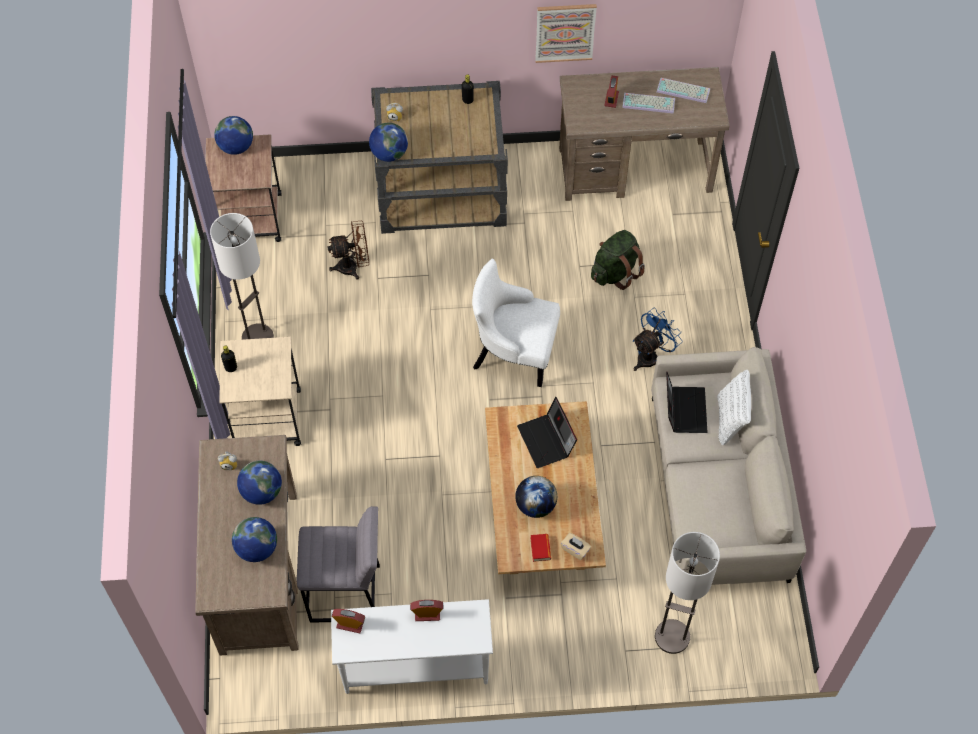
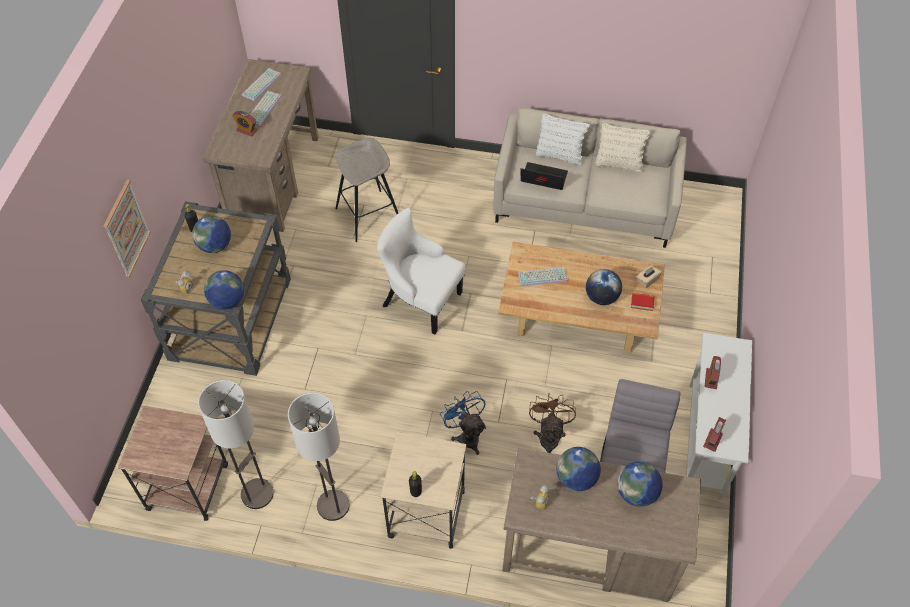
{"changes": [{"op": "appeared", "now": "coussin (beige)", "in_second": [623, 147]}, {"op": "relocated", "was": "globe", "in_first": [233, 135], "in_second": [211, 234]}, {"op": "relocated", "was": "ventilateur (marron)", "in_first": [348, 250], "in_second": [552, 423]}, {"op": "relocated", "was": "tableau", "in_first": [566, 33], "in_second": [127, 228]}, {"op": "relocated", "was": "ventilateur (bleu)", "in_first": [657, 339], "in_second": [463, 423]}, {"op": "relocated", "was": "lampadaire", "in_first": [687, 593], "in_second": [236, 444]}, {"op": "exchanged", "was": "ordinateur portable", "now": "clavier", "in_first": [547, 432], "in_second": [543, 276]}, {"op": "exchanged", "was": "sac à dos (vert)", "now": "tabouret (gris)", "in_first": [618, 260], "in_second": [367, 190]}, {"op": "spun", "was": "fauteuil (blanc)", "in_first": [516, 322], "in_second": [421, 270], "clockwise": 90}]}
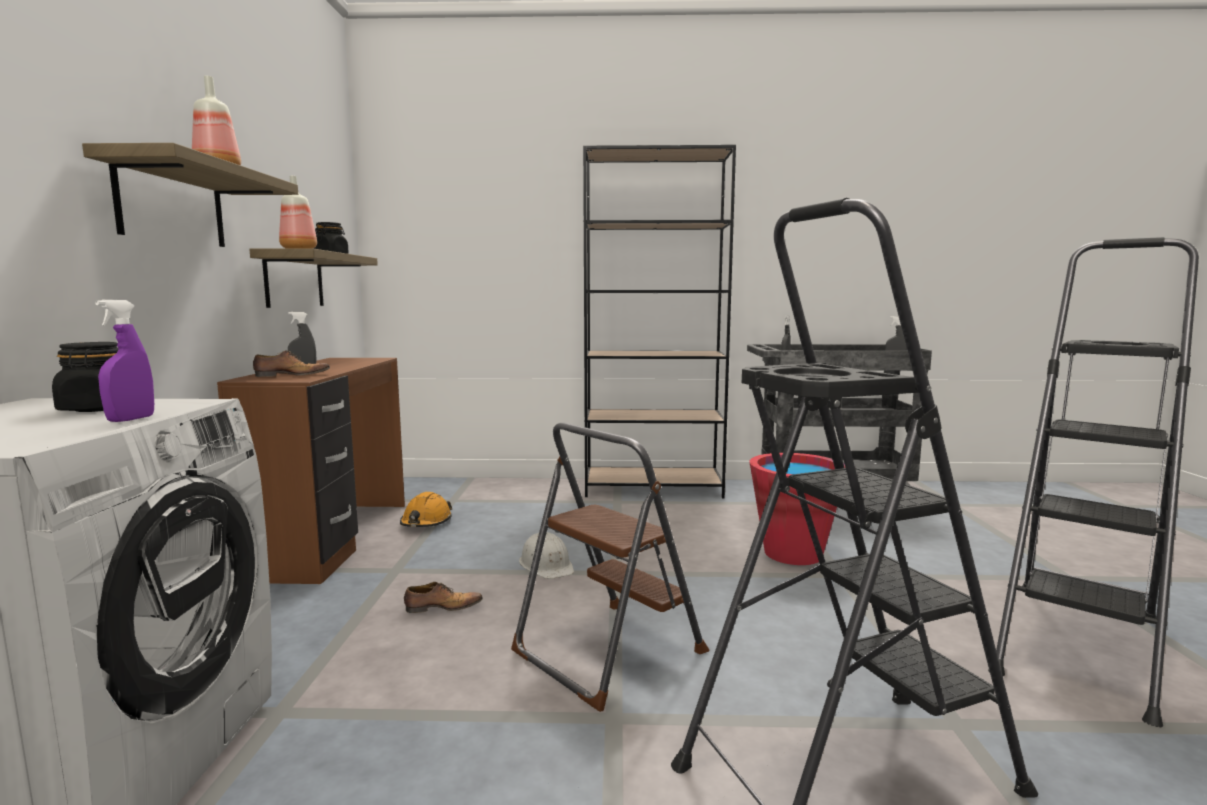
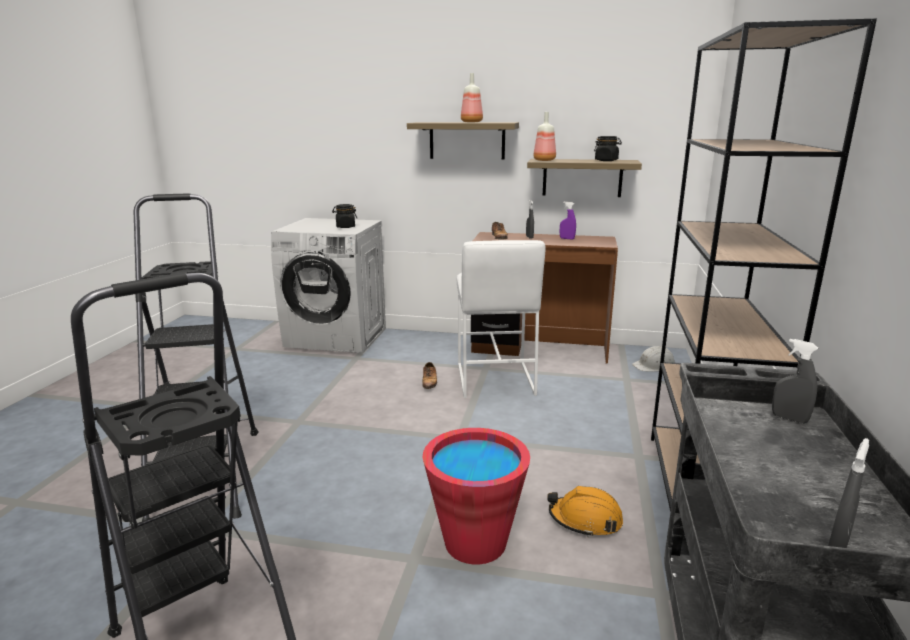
{"changes": [{"op": "missing", "was": "escabeau (marron)", "in_first": [610, 567]}, {"op": "appeared", "now": "tabouret (blanc)", "in_second": [501, 319]}, {"op": "relocated", "was": "vaporisateur (violet)", "in_first": [124, 361], "in_second": [568, 220]}, {"op": "relocated", "was": "casque de chantier (orange)", "in_first": [426, 509], "in_second": [585, 511]}, {"op": "relocated", "was": "casque de chantier (blanc)", "in_first": [546, 555], "in_second": [653, 359]}]}
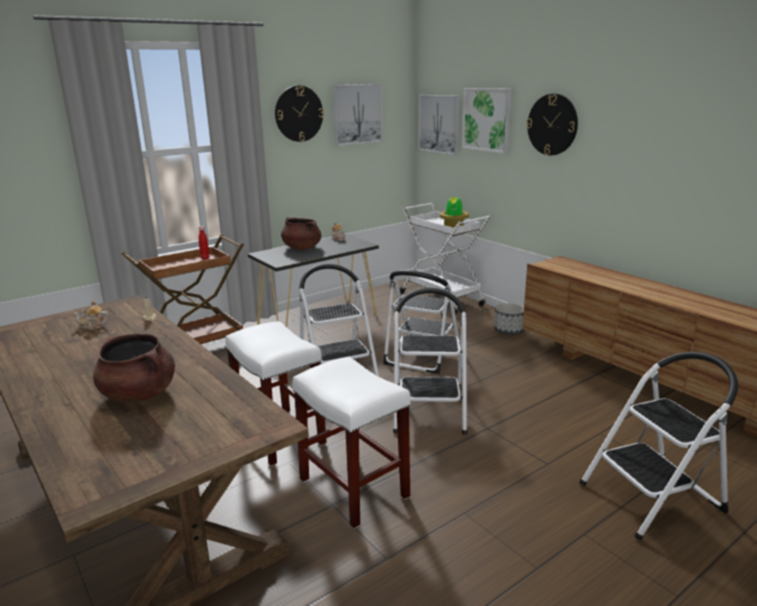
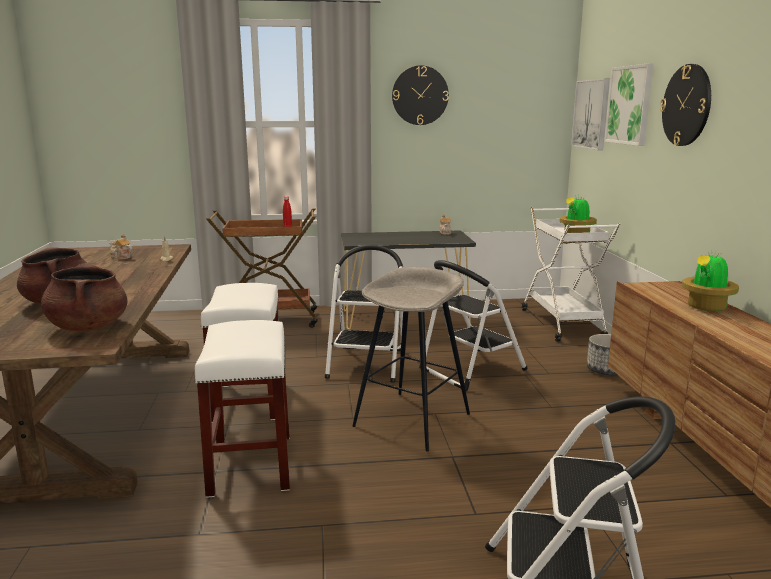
{"changes": [{"op": "missing", "was": "tableau", "in_first": [357, 115]}, {"op": "appeared", "now": "plante en pot", "in_second": [710, 281]}, {"op": "relocated", "was": "marmite (marron)", "in_first": [301, 233], "in_second": [84, 297]}, {"op": "exchanged", "was": "escabeau", "now": "tabouret (gris)", "in_first": [430, 361], "in_second": [411, 359]}]}
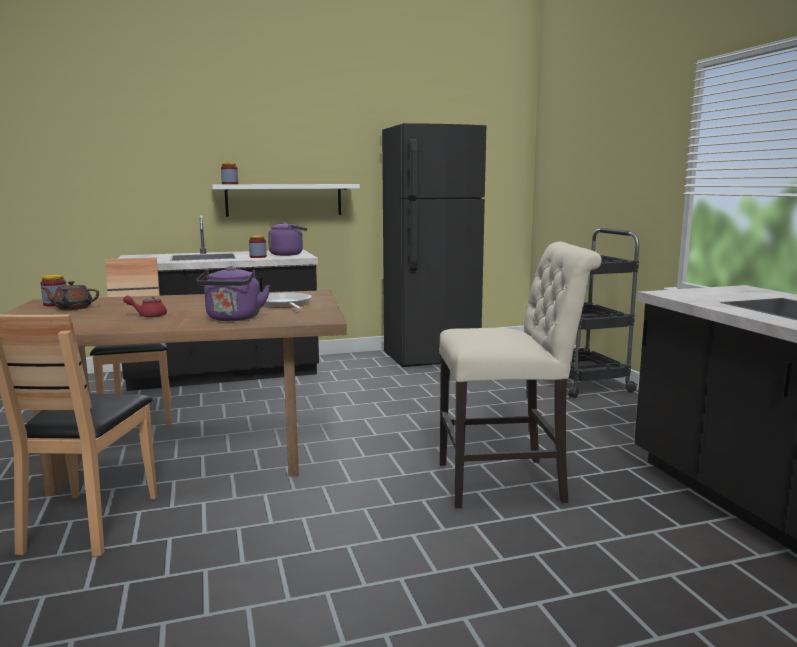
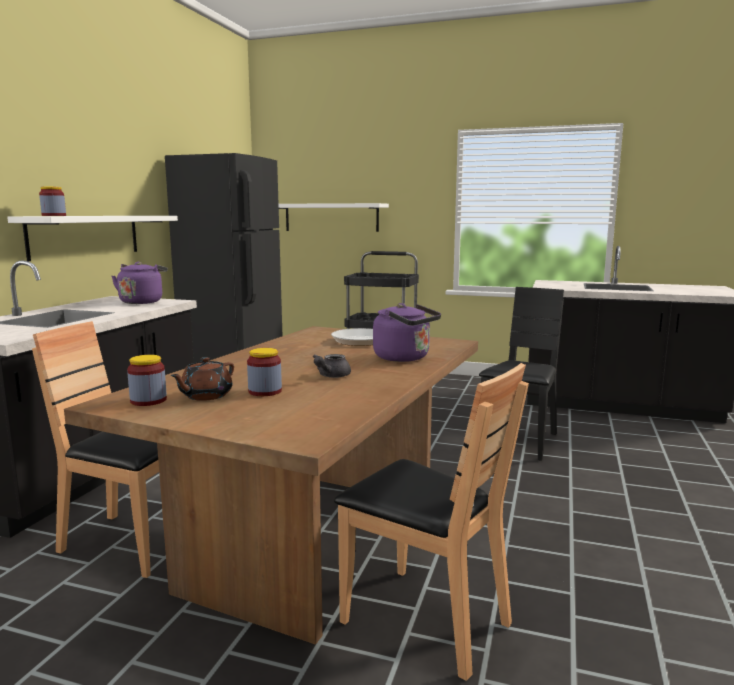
{"changes": [{"op": "appeared", "now": "étagère (blanc)", "in_second": [334, 217]}, {"op": "relocated", "was": "bocal", "in_first": [258, 246], "in_second": [264, 372]}, {"op": "exchanged", "was": "tabouret (beige)", "now": "chaise (noir)", "in_first": [520, 375], "in_second": [521, 374]}, {"op": "colour", "was": "théière (rouge)", "now": "théière (gris)", "in_first": [145, 306], "in_second": [332, 366]}]}
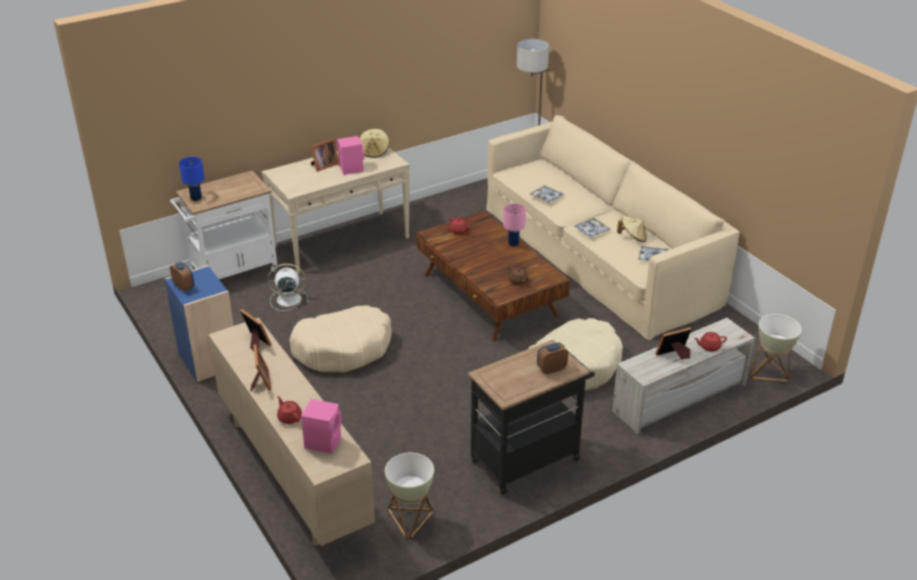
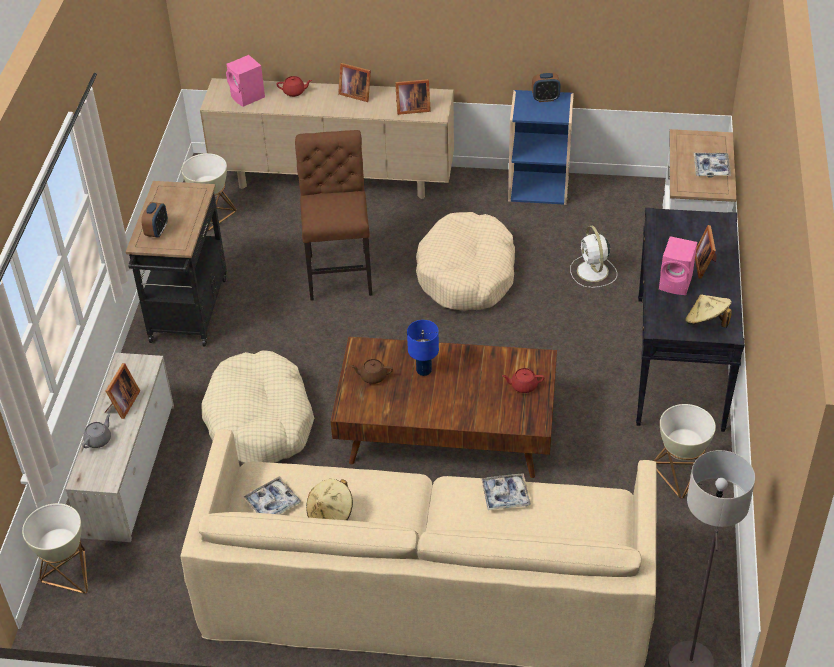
{"changes": [{"op": "missing", "was": "lampe de table (rose)", "in_first": [514, 224]}, {"op": "appeared", "now": "tabouret (marron)", "in_second": [333, 215]}, {"op": "appeared", "now": "cache-pot", "in_second": [685, 451]}, {"op": "relocated", "was": "lampe de table (bleu)", "in_first": [192, 179], "in_second": [423, 348]}, {"op": "relocated", "was": "plateau", "in_first": [593, 228], "in_second": [712, 165]}, {"op": "colour", "was": "table console (beige)", "now": "table console (noir)", "in_first": [336, 211], "in_second": [690, 320]}, {"op": "colour", "was": "théière (rouge)", "now": "théière (gris)", "in_first": [710, 342], "in_second": [96, 431]}, {"op": "spun", "was": "ventilateur (blanc)", "in_first": [288, 287], "in_second": [593, 257], "clockwise": 135}]}
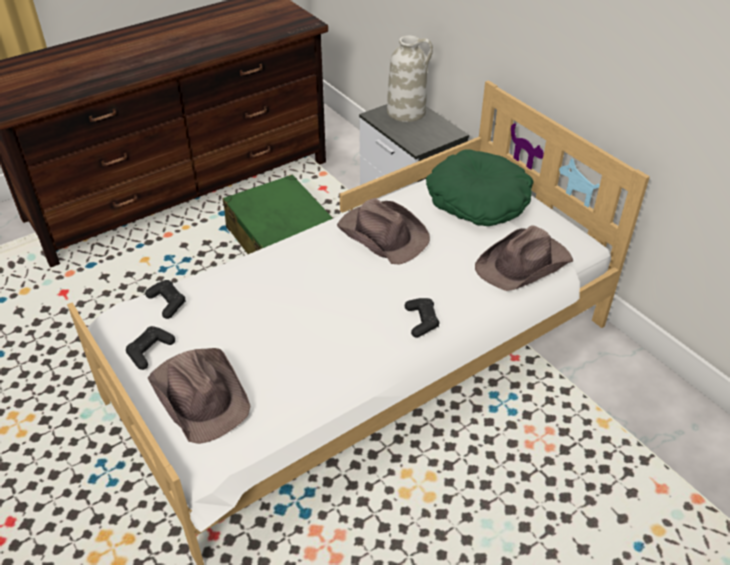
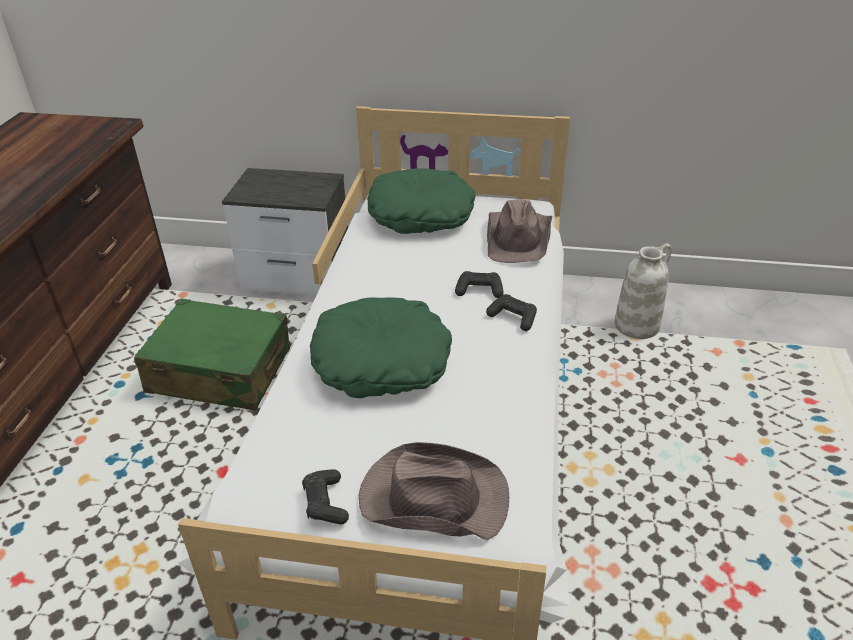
{"changes": [{"op": "missing", "was": "chapeau (marron)", "in_first": [383, 231]}, {"op": "appeared", "now": "coussin (vert)", "in_second": [381, 347]}, {"op": "relocated", "was": "manette (noir)", "in_first": [165, 299], "in_second": [479, 284]}, {"op": "relocated", "was": "vase (blanc)", "in_first": [410, 79], "in_second": [643, 291]}]}
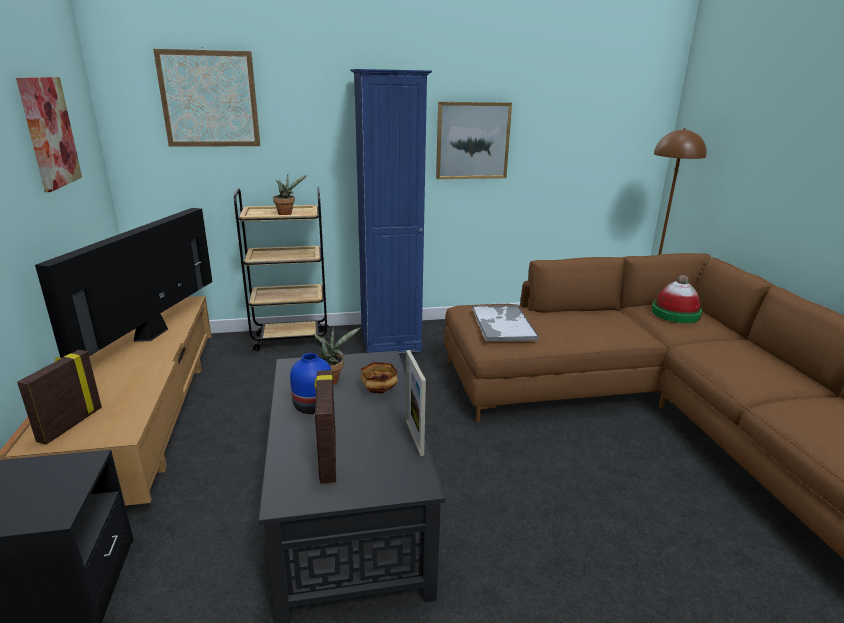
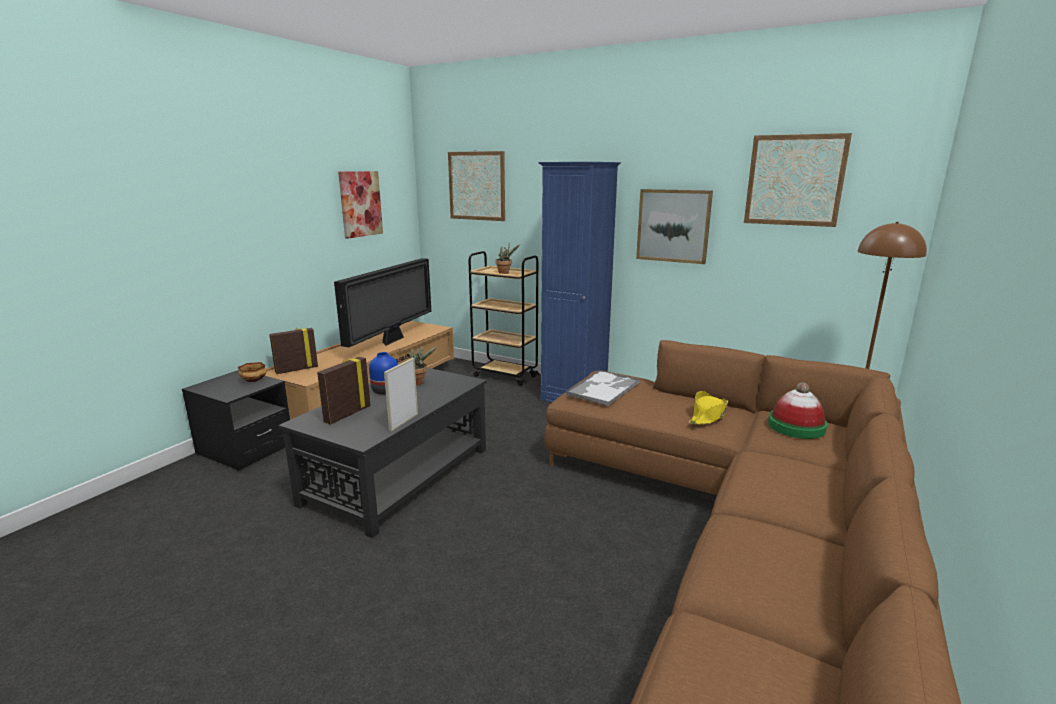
{"changes": [{"op": "appeared", "now": "chapeau (jaune)", "in_second": [708, 407]}, {"op": "appeared", "now": "tableau", "in_second": [798, 179]}, {"op": "relocated", "was": "bol", "in_first": [379, 378], "in_second": [252, 372]}, {"op": "spun", "was": "téléviseur", "in_first": [123, 283], "in_second": [382, 302], "clockwise": 150}]}
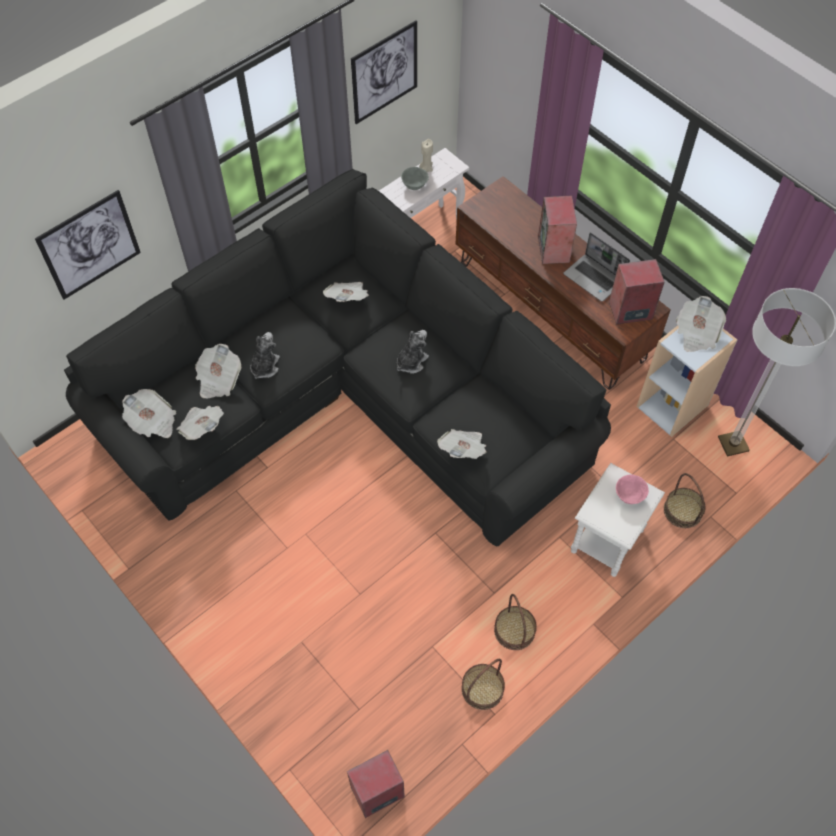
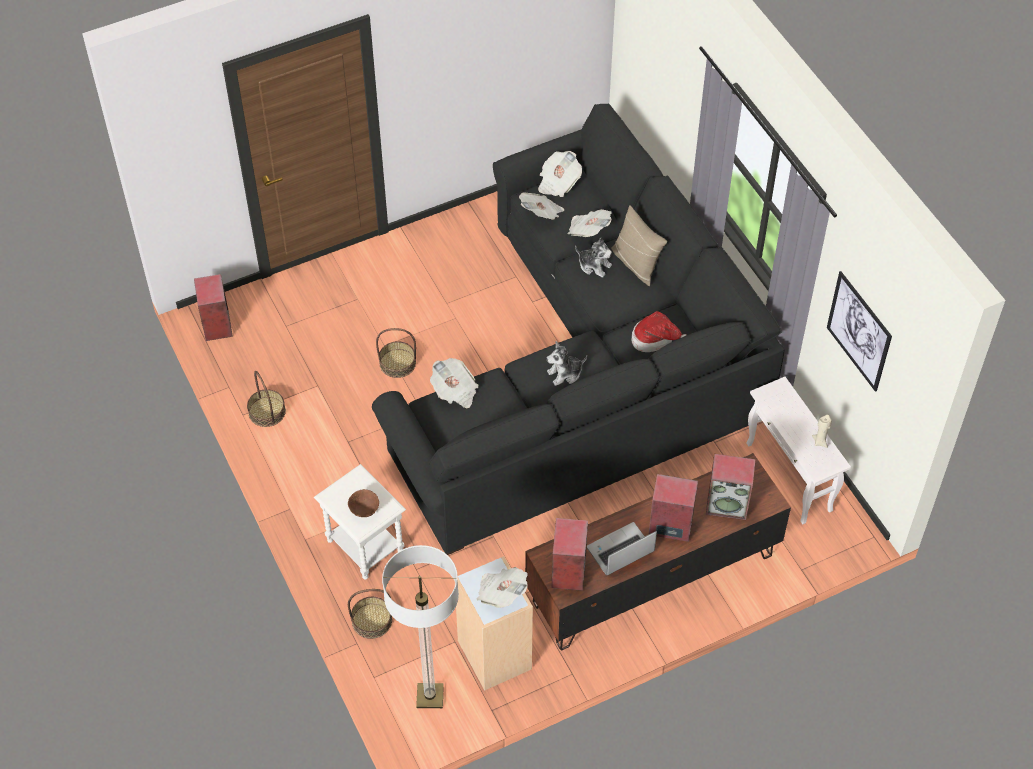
{"changes": [{"op": "missing", "was": "tableau", "in_first": [88, 245]}, {"op": "missing", "was": "bol (gris)", "in_first": [415, 178]}, {"op": "appeared", "now": "coussin (beige)", "in_second": [639, 245]}, {"op": "appeared", "now": "enceinte", "in_second": [731, 487]}, {"op": "relocated", "was": "panier", "in_first": [515, 622], "in_second": [396, 353]}, {"op": "exchanged", "was": "journal", "now": "chapeau", "in_first": [346, 292], "in_second": [659, 331]}, {"op": "colour", "was": "bol (rose)", "now": "bol (marron)", "in_first": [632, 489], "in_second": [363, 503]}, {"op": "spun", "was": "peluche", "in_first": [413, 351], "in_second": [566, 363], "clockwise": 105}]}
